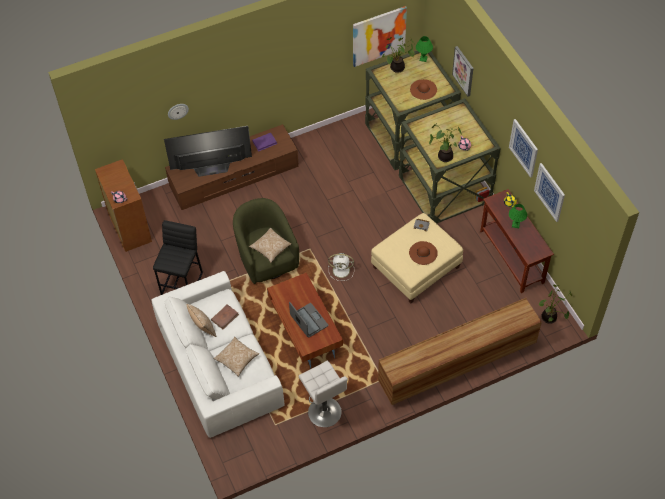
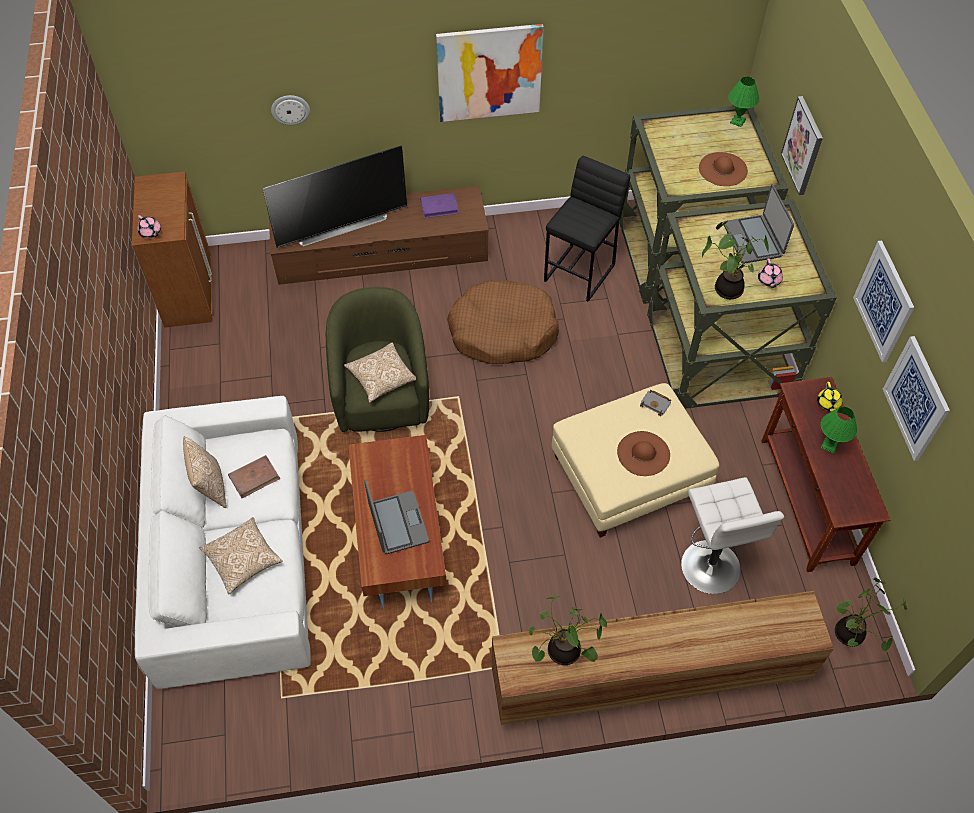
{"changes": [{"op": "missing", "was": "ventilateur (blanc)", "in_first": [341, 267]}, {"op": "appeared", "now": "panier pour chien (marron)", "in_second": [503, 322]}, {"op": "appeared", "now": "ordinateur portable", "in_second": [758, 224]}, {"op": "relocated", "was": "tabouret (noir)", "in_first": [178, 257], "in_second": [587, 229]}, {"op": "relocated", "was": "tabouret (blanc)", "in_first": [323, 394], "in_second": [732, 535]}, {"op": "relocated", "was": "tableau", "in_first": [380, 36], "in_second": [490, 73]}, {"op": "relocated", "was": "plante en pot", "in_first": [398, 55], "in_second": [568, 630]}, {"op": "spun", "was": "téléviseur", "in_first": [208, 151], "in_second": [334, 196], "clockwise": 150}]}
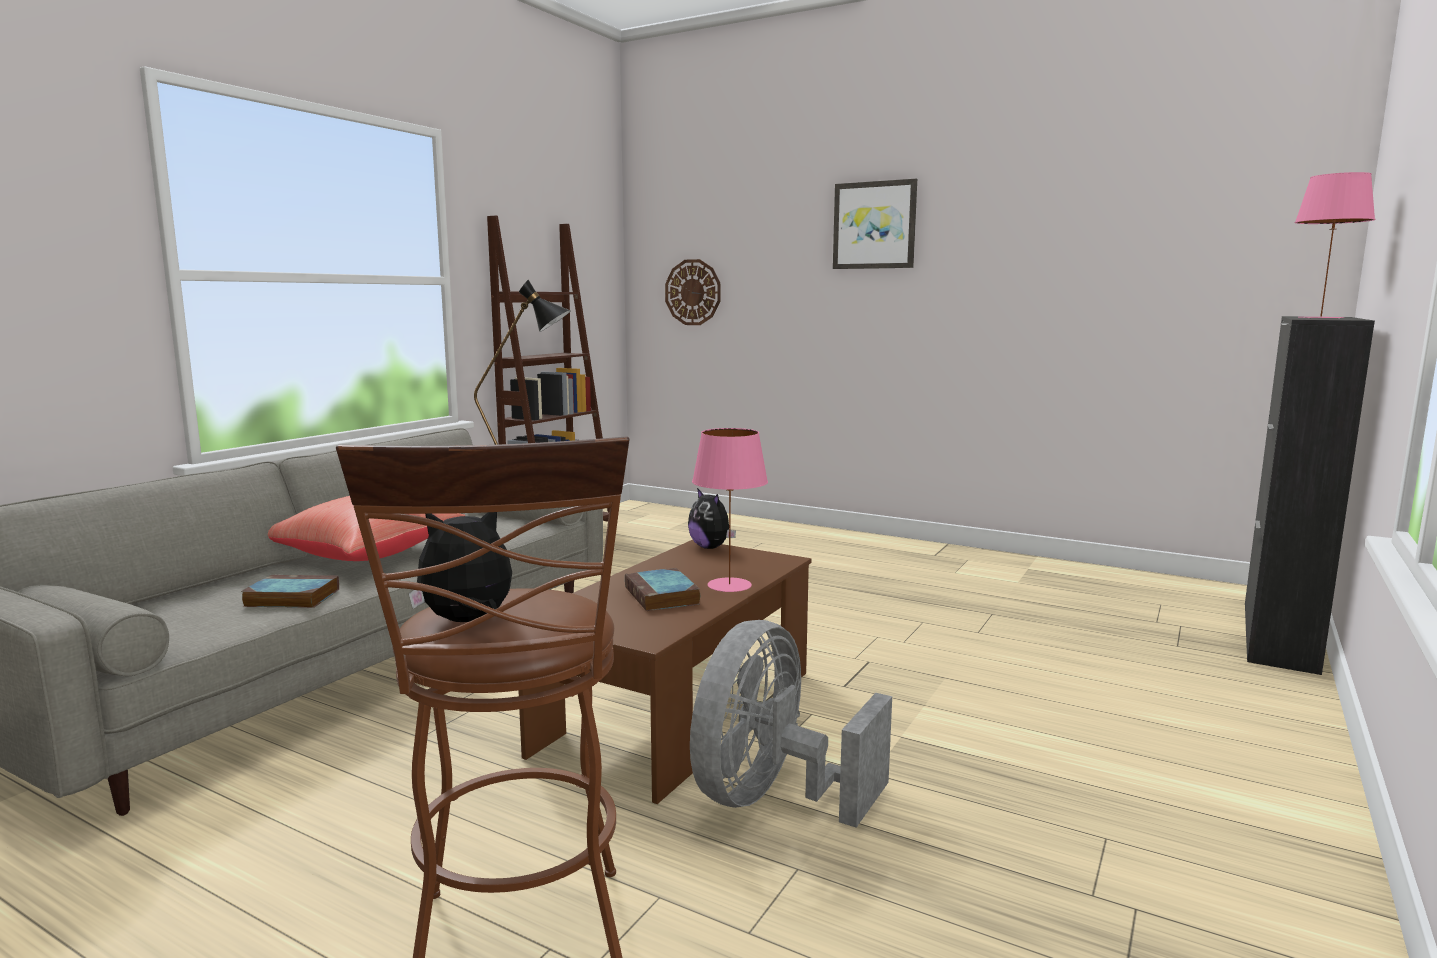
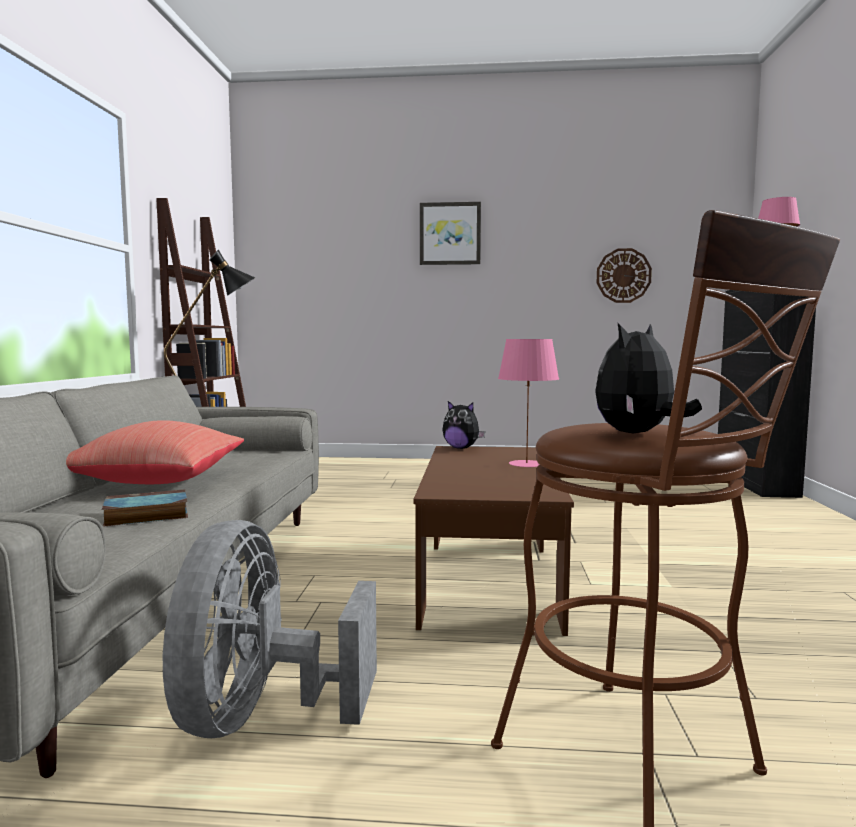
{"changes": [{"op": "missing", "was": "livre", "in_first": [662, 589]}, {"op": "relocated", "was": "horloge murale", "in_first": [693, 292], "in_second": [624, 275]}, {"op": "relocated", "was": "ventilateur (gris)", "in_first": [791, 724], "in_second": [270, 629]}]}
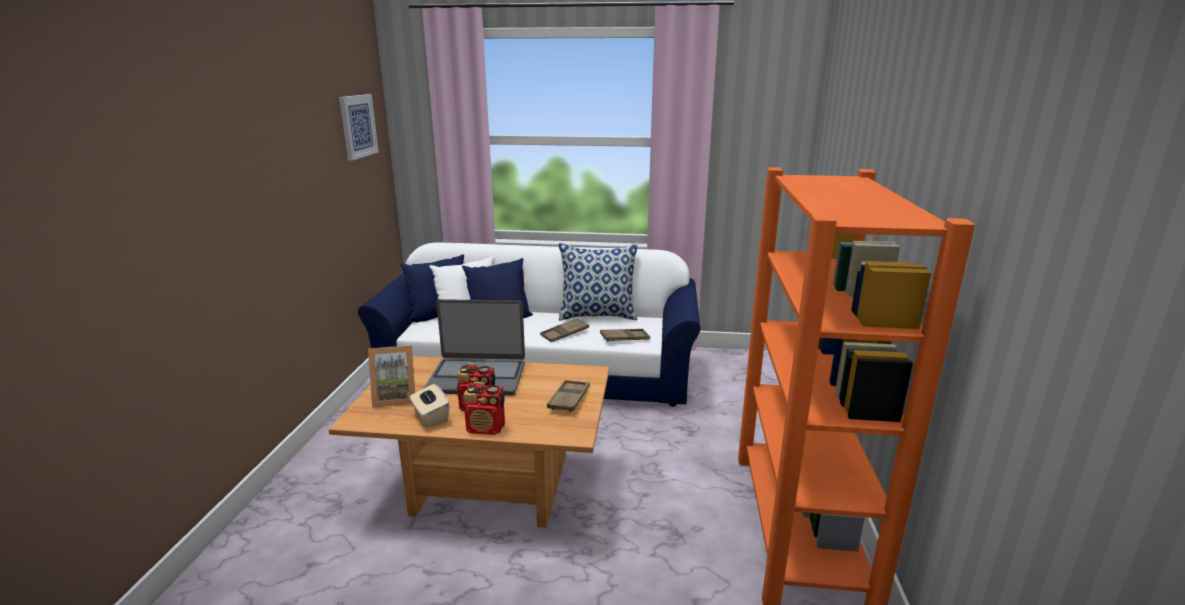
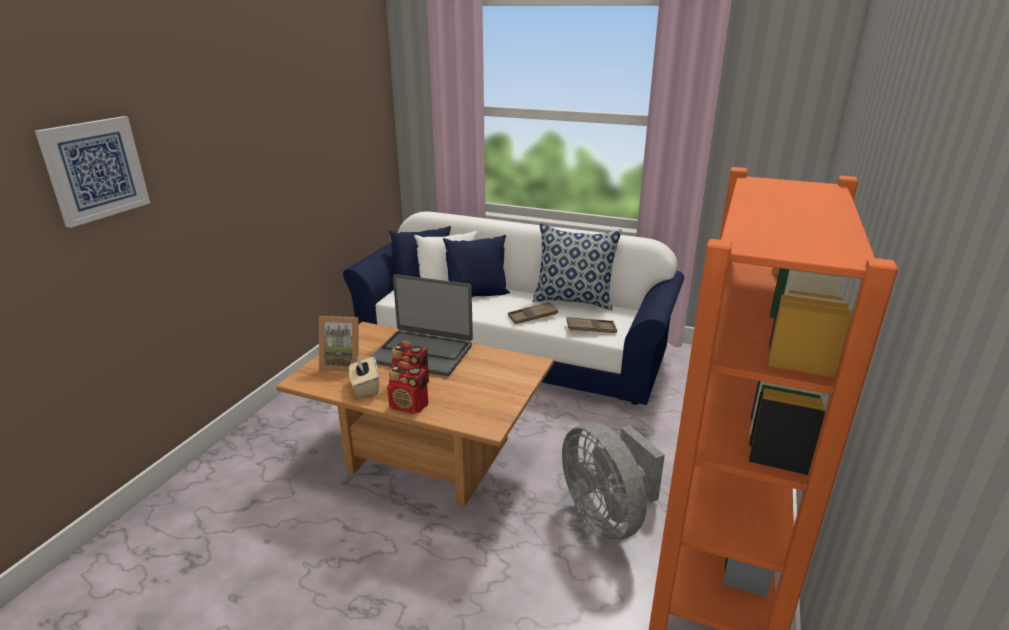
{"changes": [{"op": "missing", "was": "plateau (marron)", "in_first": [568, 396]}, {"op": "appeared", "now": "ventilateur (gris)", "in_second": [613, 481]}, {"op": "relocated", "was": "tableau", "in_first": [359, 127], "in_second": [92, 172]}]}
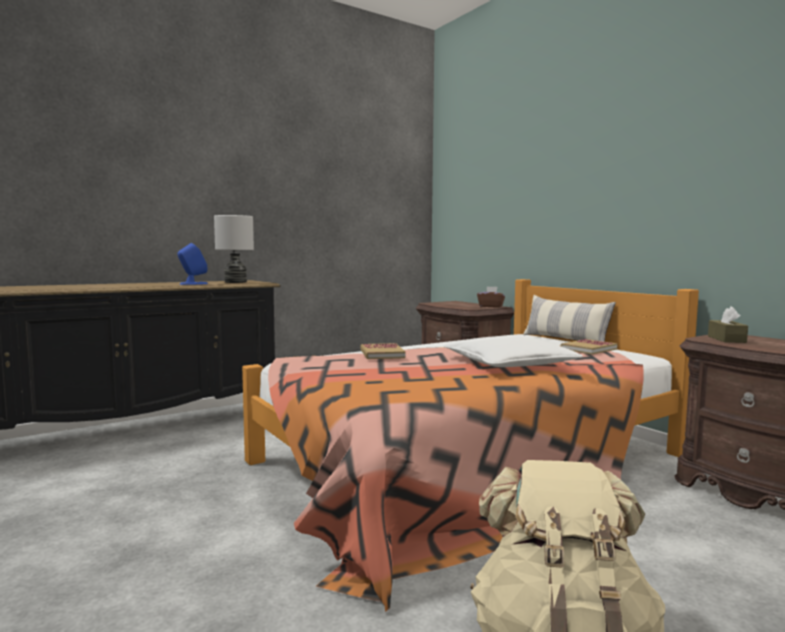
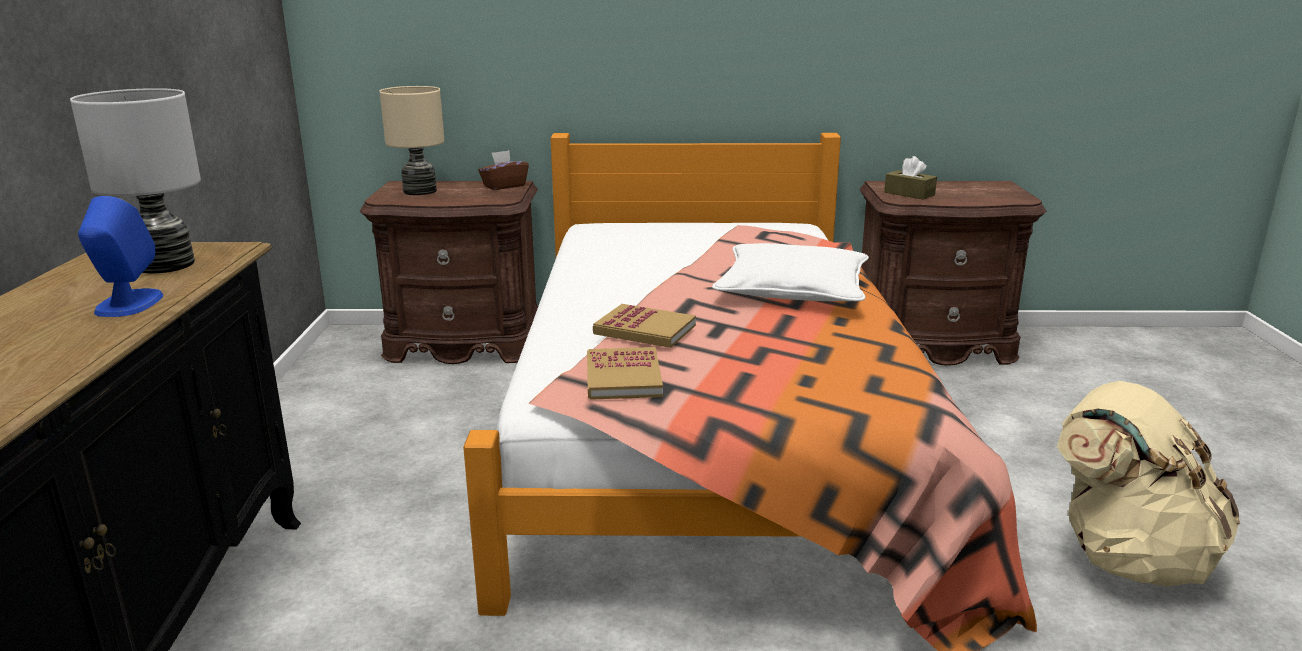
{"changes": [{"op": "missing", "was": "coussin", "in_first": [569, 318]}, {"op": "appeared", "now": "lampe de table (beige)", "in_second": [412, 140]}, {"op": "relocated", "was": "livre", "in_first": [589, 347], "in_second": [625, 373]}]}
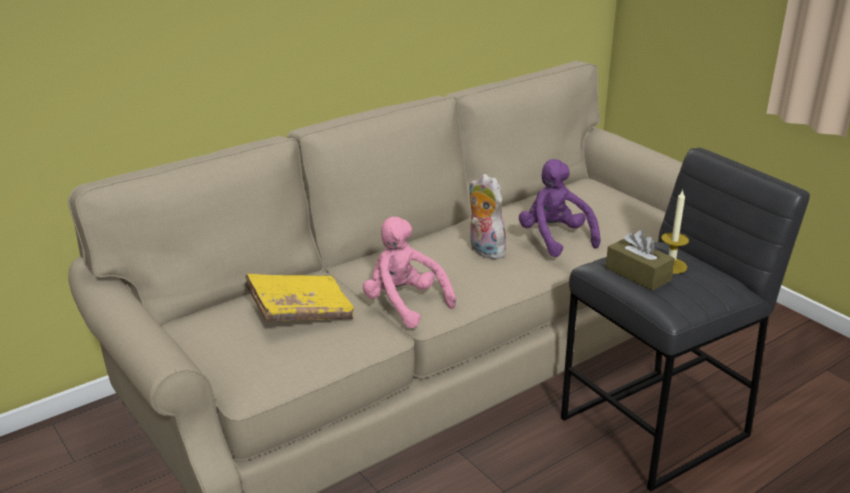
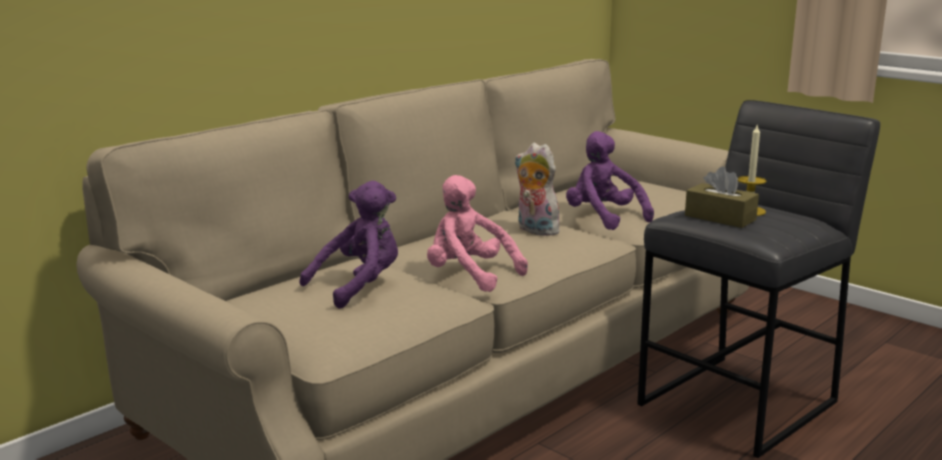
{"changes": [{"op": "exchanged", "was": "livre (jaune)", "now": "peluche (violet)", "in_first": [299, 297], "in_second": [348, 245]}]}
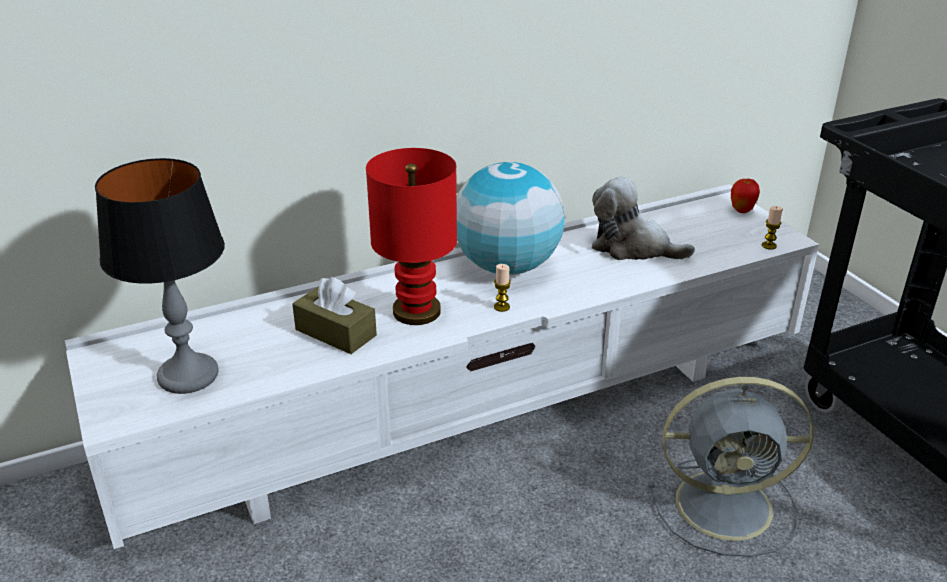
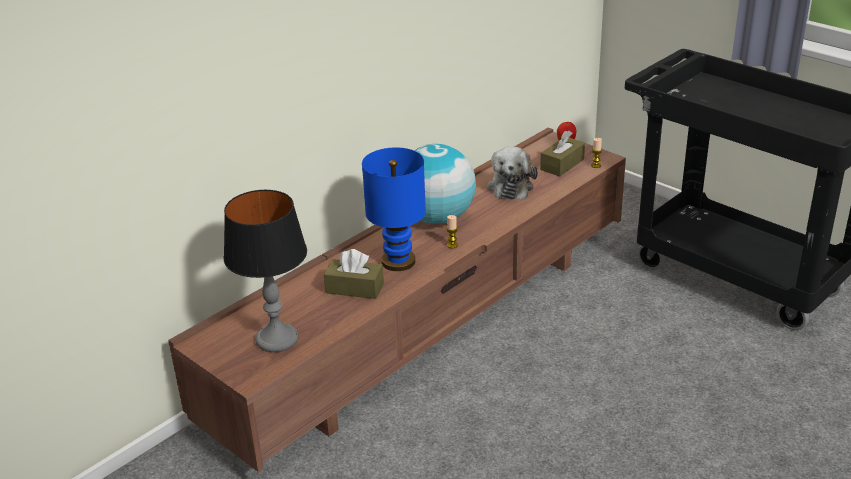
{"changes": [{"op": "missing", "was": "ventilateur (gris)", "in_first": [731, 467]}, {"op": "appeared", "now": "boîte à mouchoirs (marron)", "in_second": [562, 154]}, {"op": "colour", "was": "meuble télé (blanc)", "now": "meuble télé (marron)", "in_first": [442, 366], "in_second": [397, 299]}, {"op": "colour", "was": "lampe de table (rouge)", "now": "lampe de table (bleu)", "in_first": [411, 236], "in_second": [394, 209]}, {"op": "spun", "was": "peluche", "in_first": [643, 218], "in_second": [512, 173], "clockwise": -90}]}
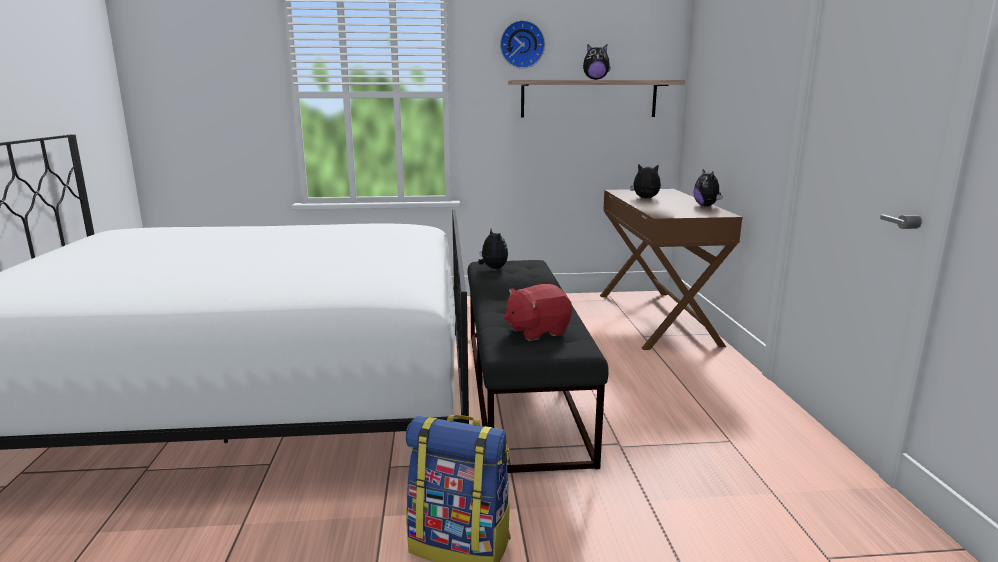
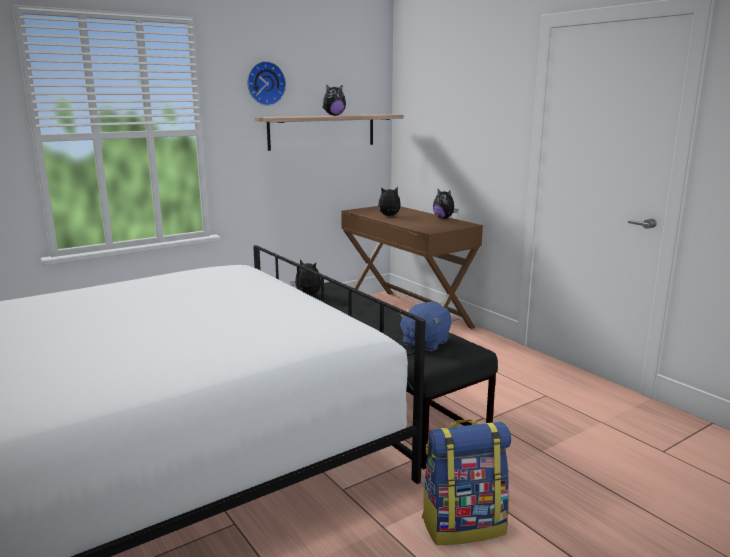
{"changes": [{"op": "colour", "was": "peluche (rouge)", "now": "peluche (bleu)", "in_first": [538, 312], "in_second": [425, 326]}]}
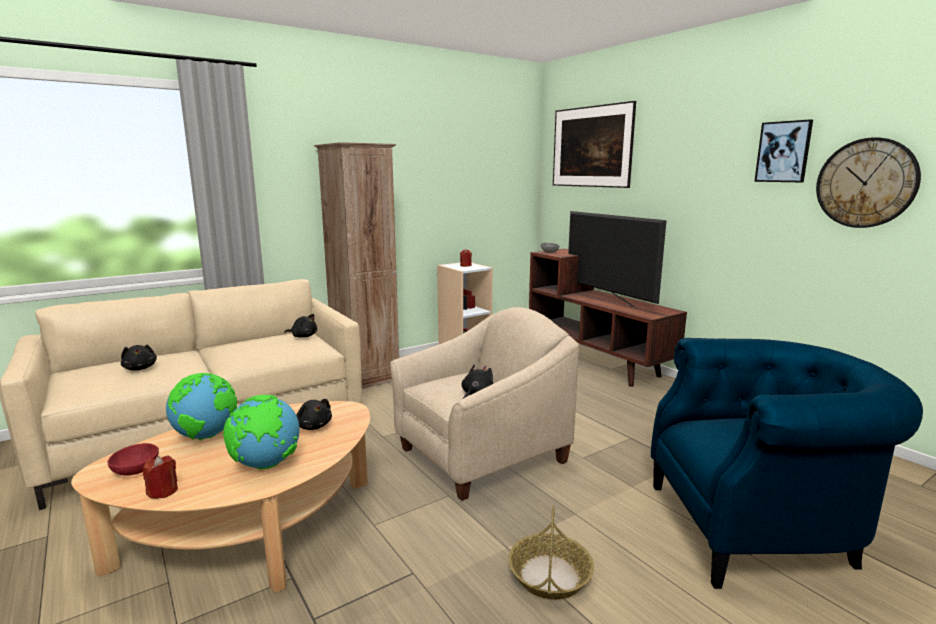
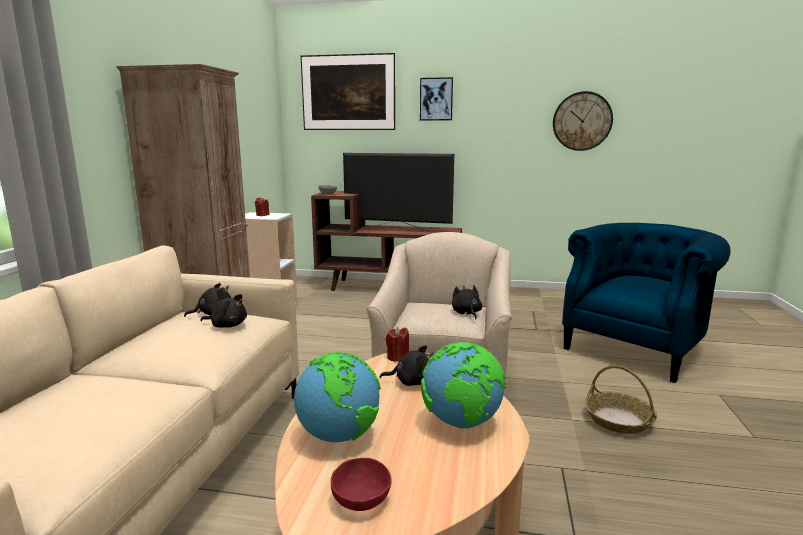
{"changes": [{"op": "relocated", "was": "peluche (noir)", "in_first": [139, 357], "in_second": [224, 311]}, {"op": "relocated", "was": "bougie (rouge)", "in_first": [160, 477], "in_second": [397, 344]}, {"op": "relocated", "was": "tableau", "in_first": [783, 150], "in_second": [436, 99]}]}
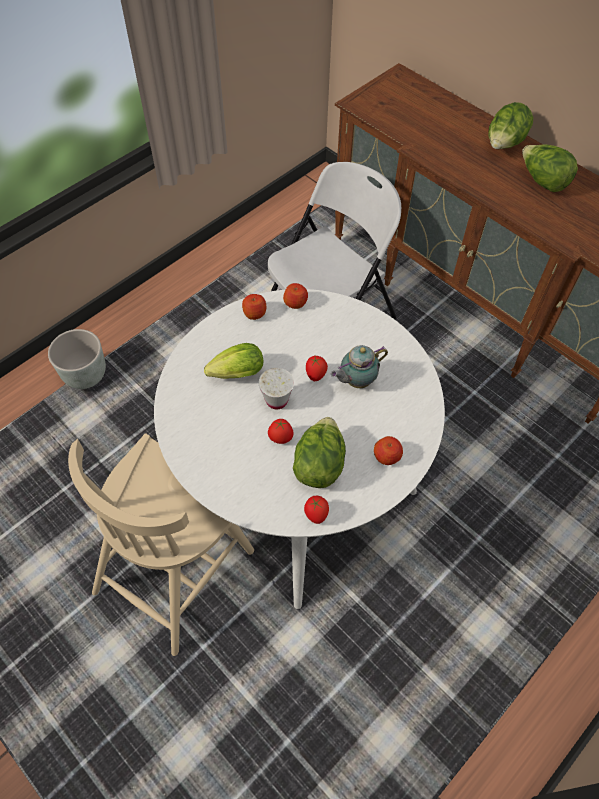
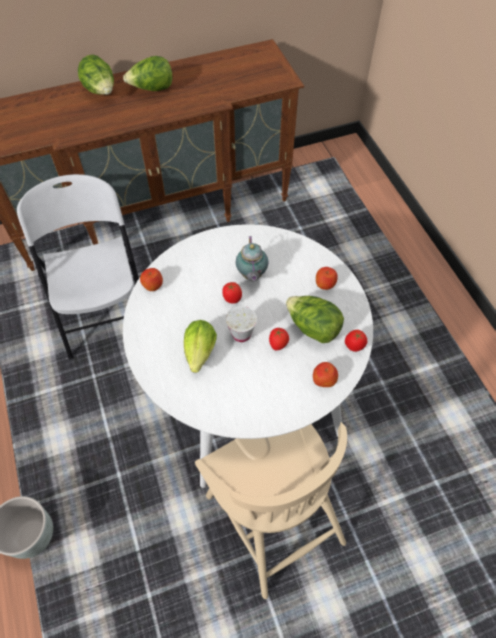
{"changes": [{"op": "relocated", "was": "pomme", "in_first": [254, 307], "in_second": [325, 374]}]}
